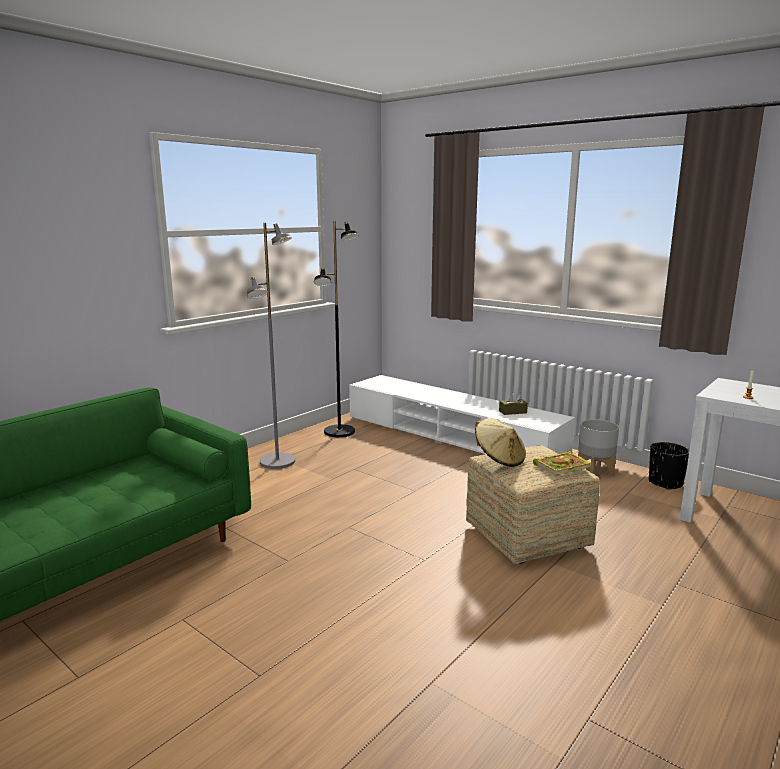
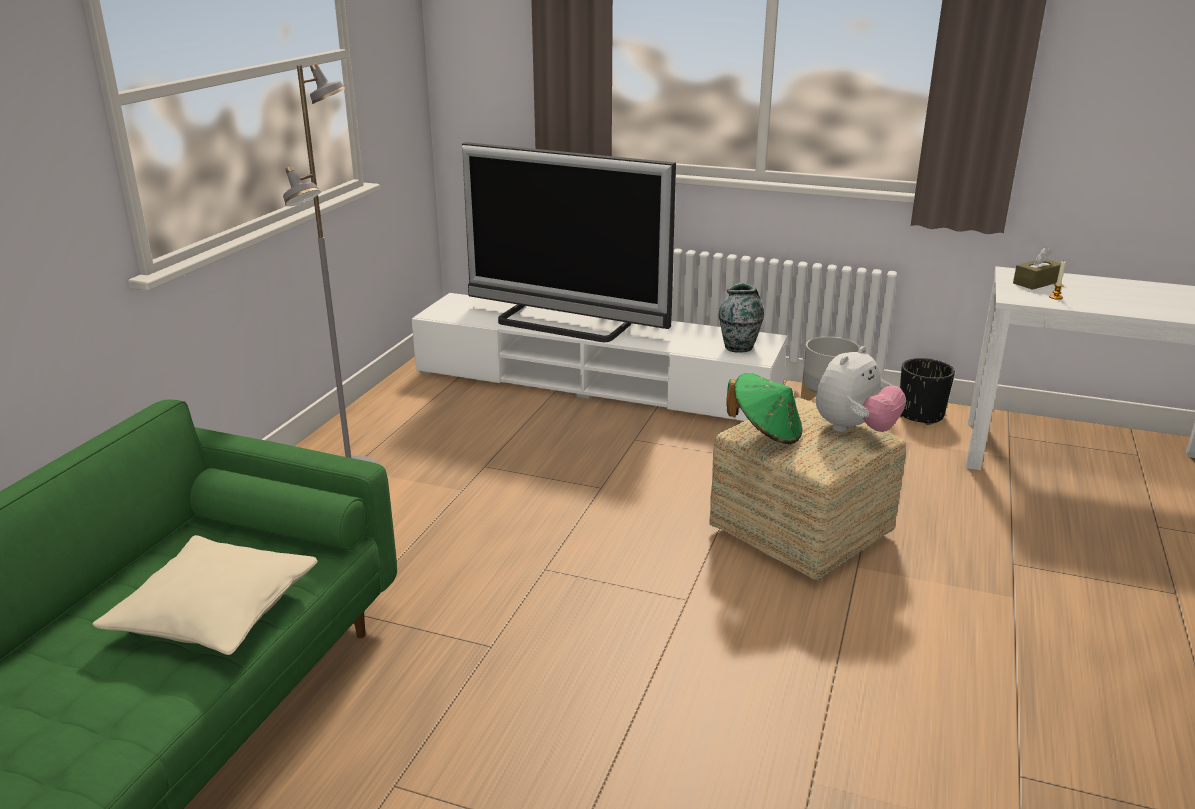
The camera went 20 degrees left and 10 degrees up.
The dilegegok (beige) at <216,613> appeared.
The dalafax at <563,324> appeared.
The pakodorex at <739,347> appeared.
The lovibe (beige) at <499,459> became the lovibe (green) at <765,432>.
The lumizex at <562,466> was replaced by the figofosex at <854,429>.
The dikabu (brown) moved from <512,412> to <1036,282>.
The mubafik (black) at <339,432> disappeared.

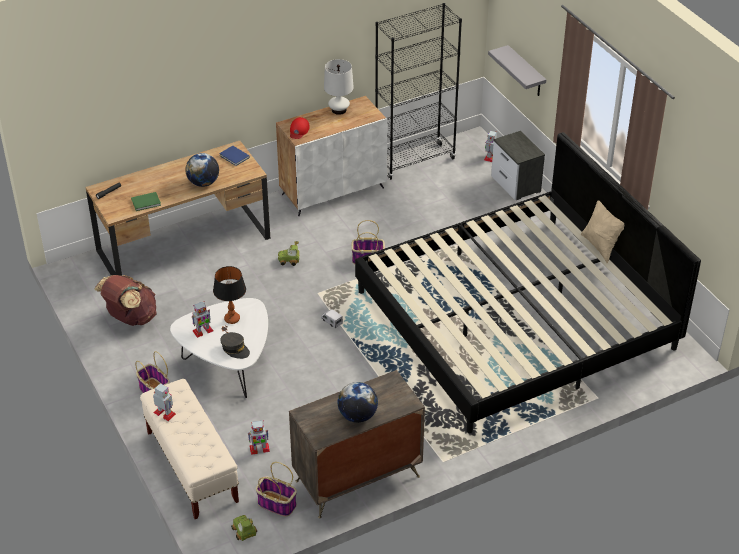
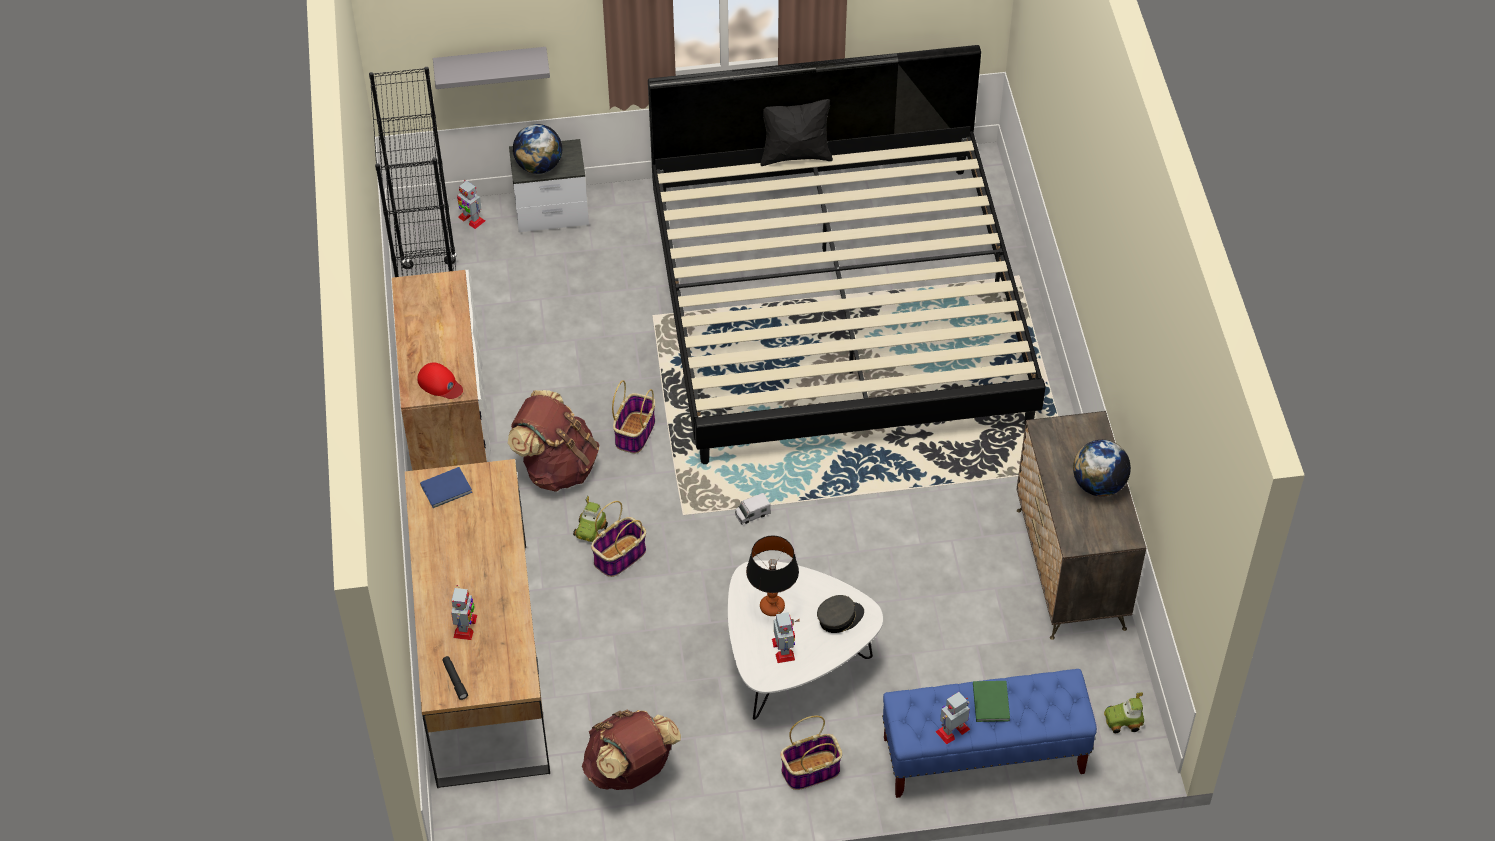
The camera went 70 degrees left and 10 degrees up.
The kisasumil moved from <259,449> to <465,627>.
The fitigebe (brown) at <557,467> appeared.
The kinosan moved from <203,183> to <539,166>.
The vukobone moved from <276,504> to <619,557>.
The dilegegok (beige) at <600,246> became the dilegegok (black) at <795,155>.
The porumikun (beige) at <192,466> became the porumikun (blue) at <983,756>.
The lumizex (green) moved from <147,202> to <991,701>.
The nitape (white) at <339,110> disappeared.

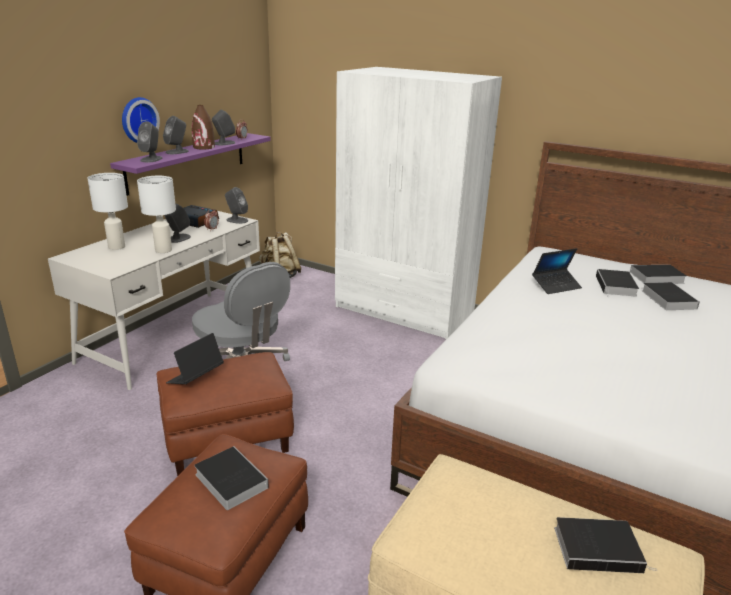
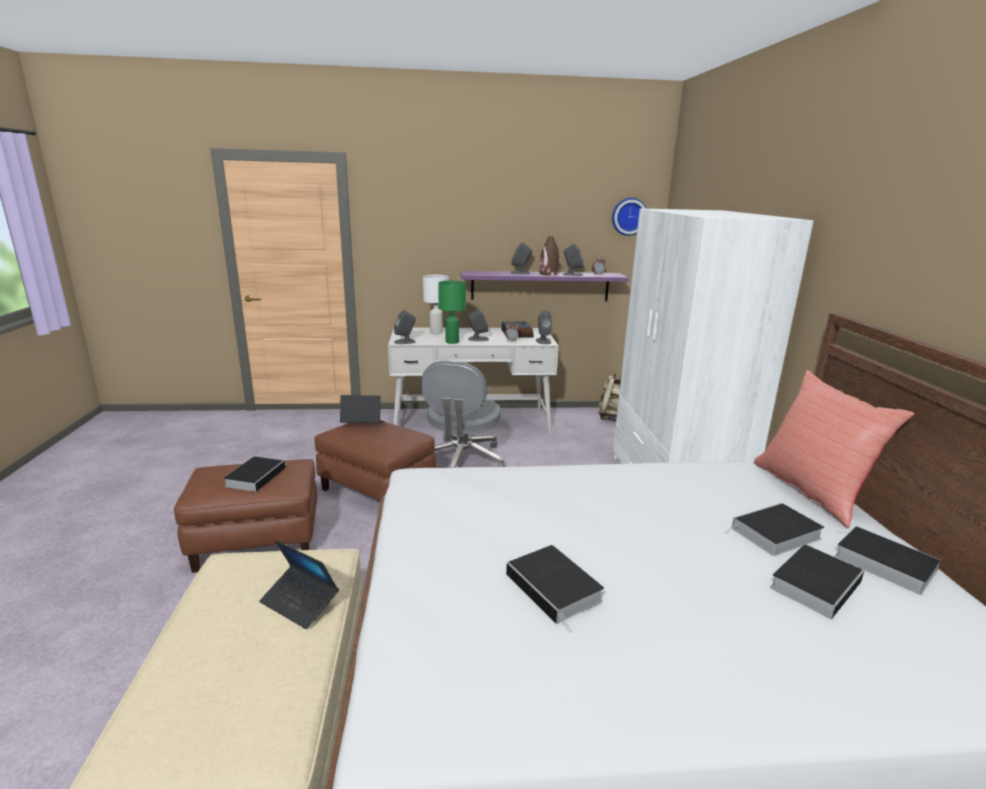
The camera went 55 degrees right and 5 degrees down.
The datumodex moved from <556,286> to <300,602>.
The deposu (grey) moved from <151,159> to <405,342>.
The nitape (white) at <163,250> became the nitape (green) at <452,341>.
The lumizex moved from <599,549> to <555,589>.
The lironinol moved from <138,120> to <628,216>.
The dilegegok (red) at <811,490> appeared.

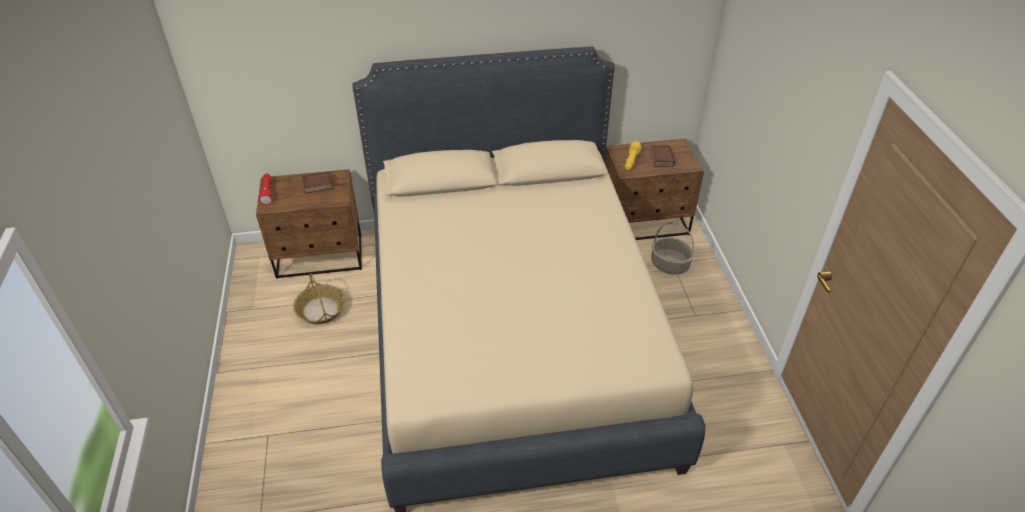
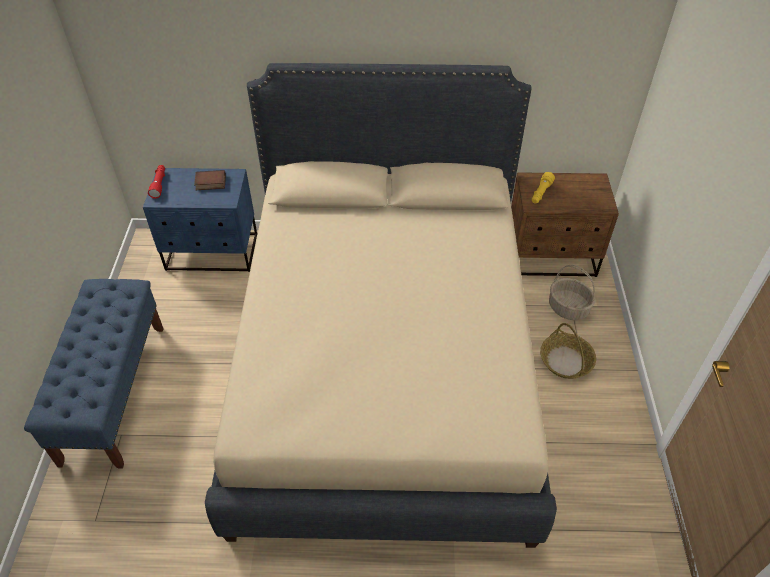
The camera went 10 degrees right and 5 degrees up.
The porumikun (blue) at <114,392> appeared.
The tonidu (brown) at <320,257> became the tonidu (blue) at <212,253>.
The vukobone moved from <321,310> to <566,361>.
The lumizex at <660,158> disappeared.

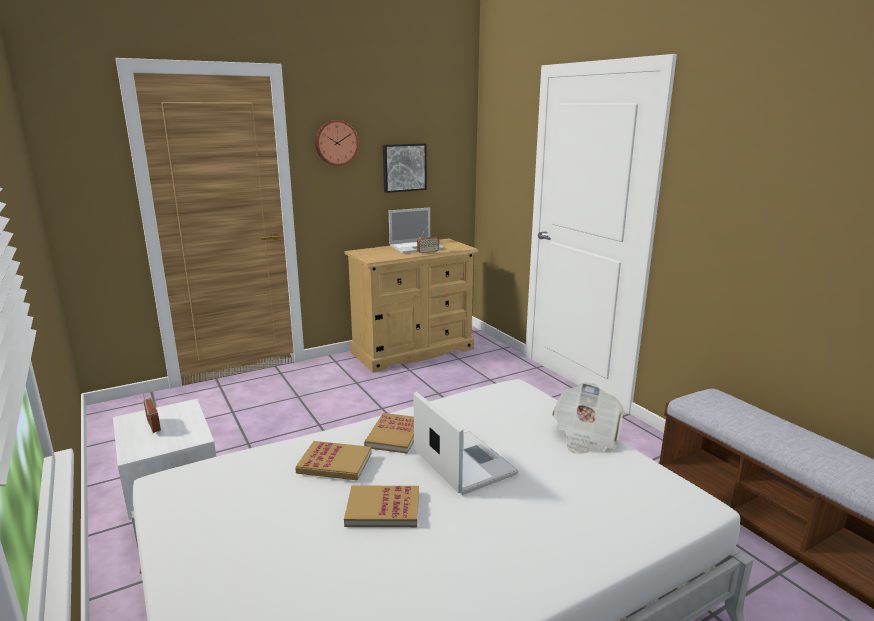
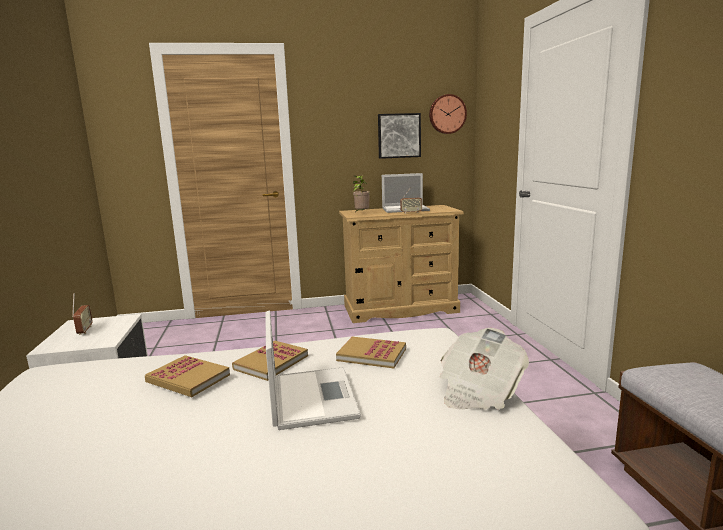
The camera went 20 degrees right and 5 degrees down.
The lumizex moved from <383,509> to <372,354>.
The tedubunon at <361,214> appeared.
The lironinol moved from <336,142> to <447,114>.

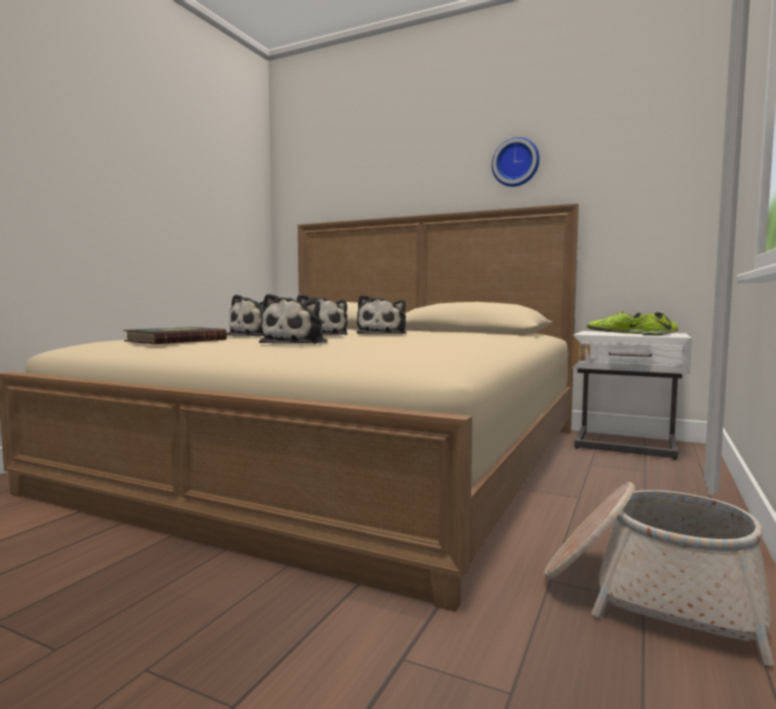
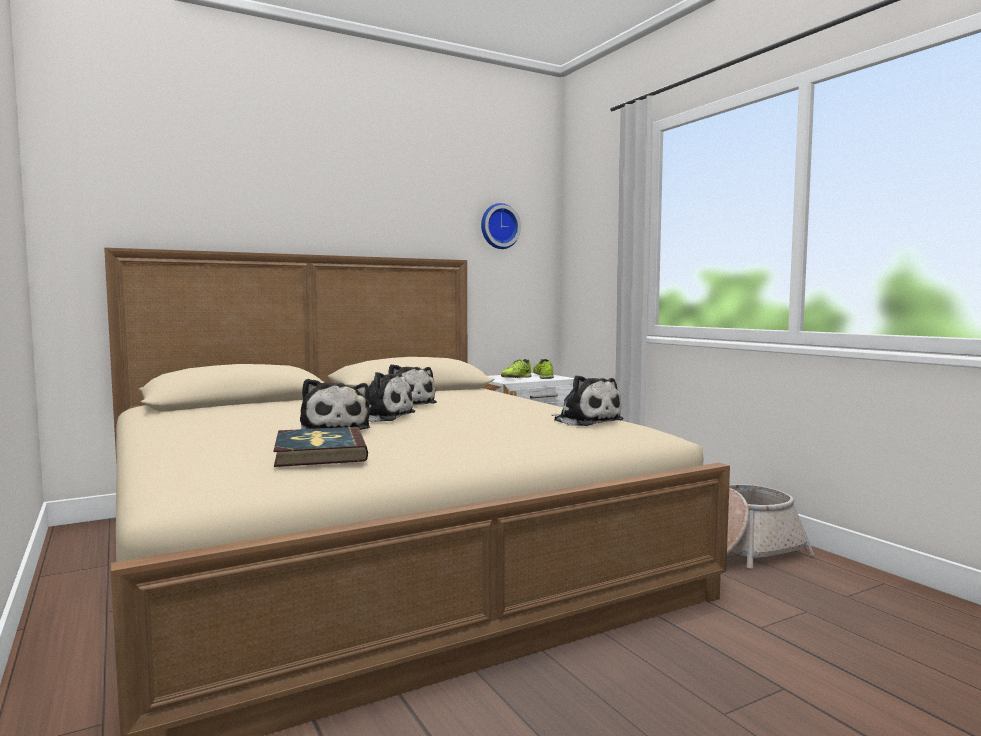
The camera went 55 degrees left and 0 degrees up.
The lironinol moved from <516,163> to <499,226>.
The figofosex moved from <297,343> to <585,421>.

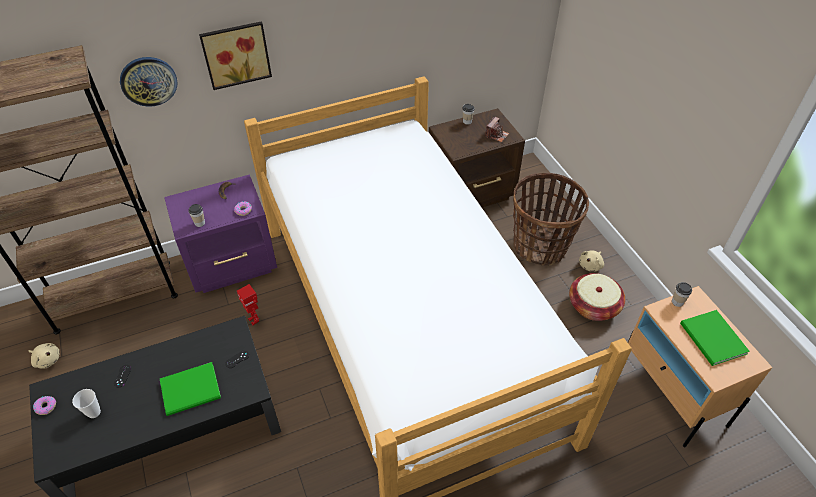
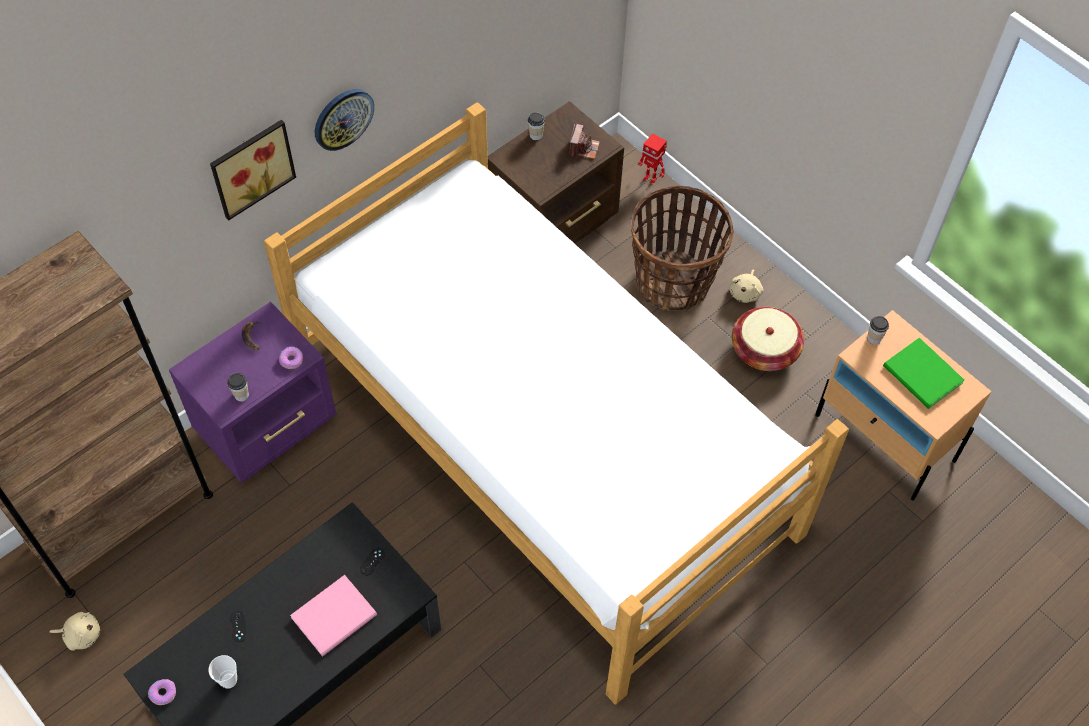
The camera went 20 degrees left and 10 degrees up.
The lumizex (green) at <192,390> became the lumizex (pink) at <337,616>.
The lironinol moved from <148,81> to <343,118>.
The kisasumil moved from <254,320> to <650,178>.

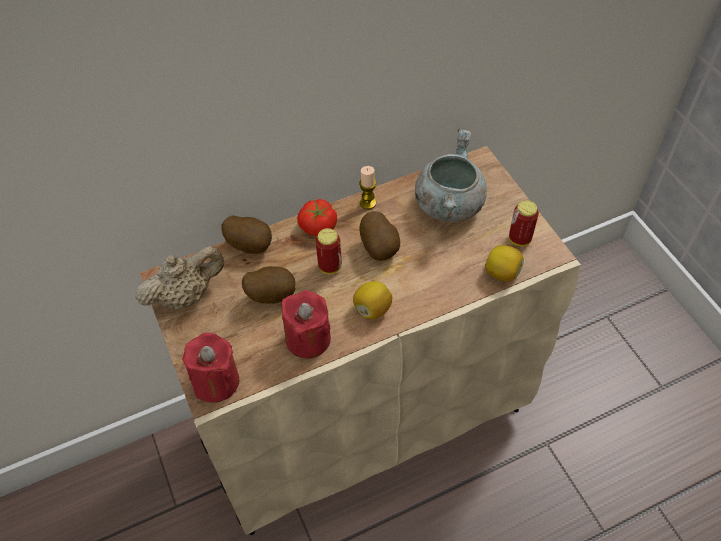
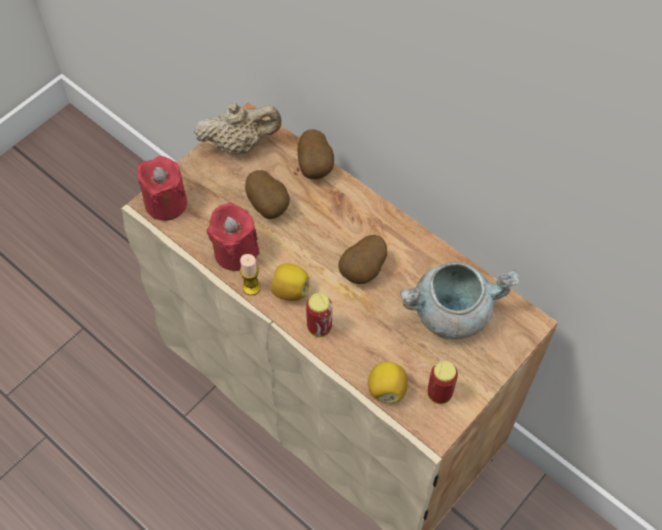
The camera went 65 degrees right and 5 degrees up.
The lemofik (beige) at <186,295> turned 45 degrees counterclockwise.
The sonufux moved from <368,203> to <251,287>.
The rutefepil moved from <330,266> to <319,327>.
The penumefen at <318,227> disappeared.

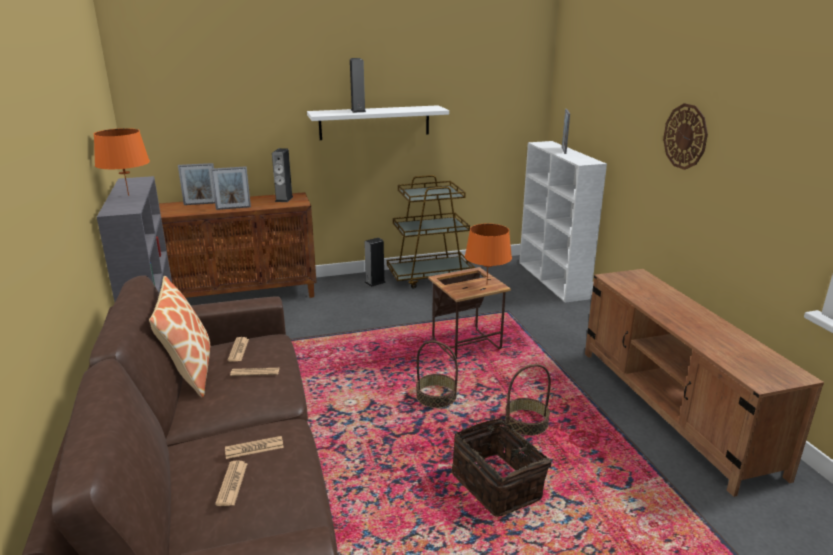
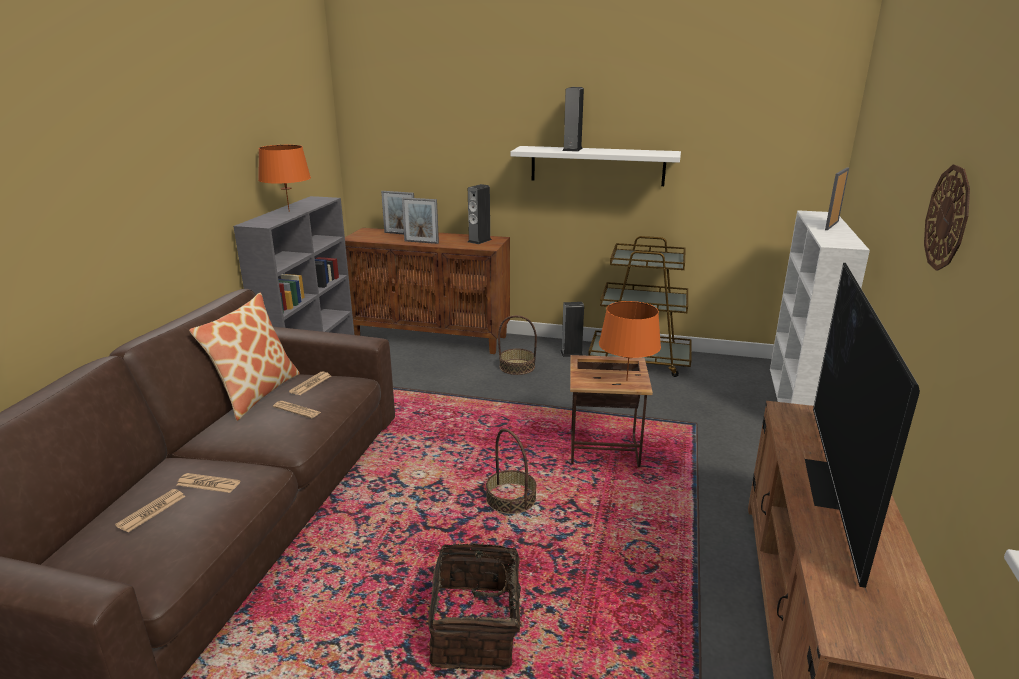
The camera went 30 degrees right and 0 degrees up.
The vukobone moved from <526,423> to <517,367>.
The dalafax at <834,485> appeared.

